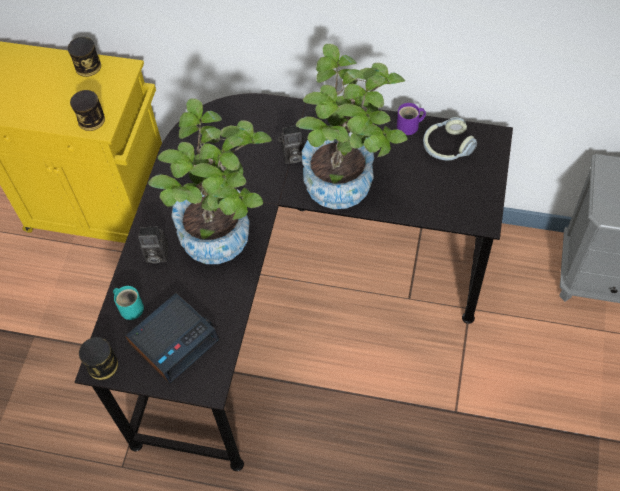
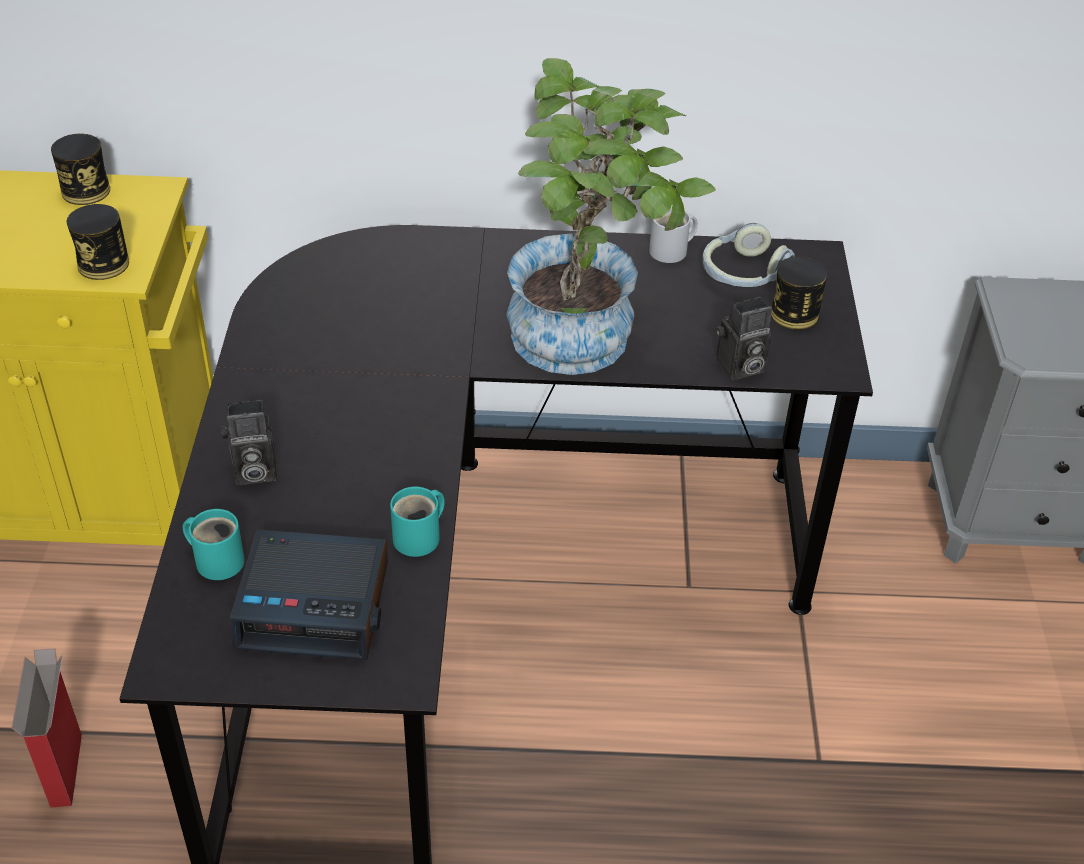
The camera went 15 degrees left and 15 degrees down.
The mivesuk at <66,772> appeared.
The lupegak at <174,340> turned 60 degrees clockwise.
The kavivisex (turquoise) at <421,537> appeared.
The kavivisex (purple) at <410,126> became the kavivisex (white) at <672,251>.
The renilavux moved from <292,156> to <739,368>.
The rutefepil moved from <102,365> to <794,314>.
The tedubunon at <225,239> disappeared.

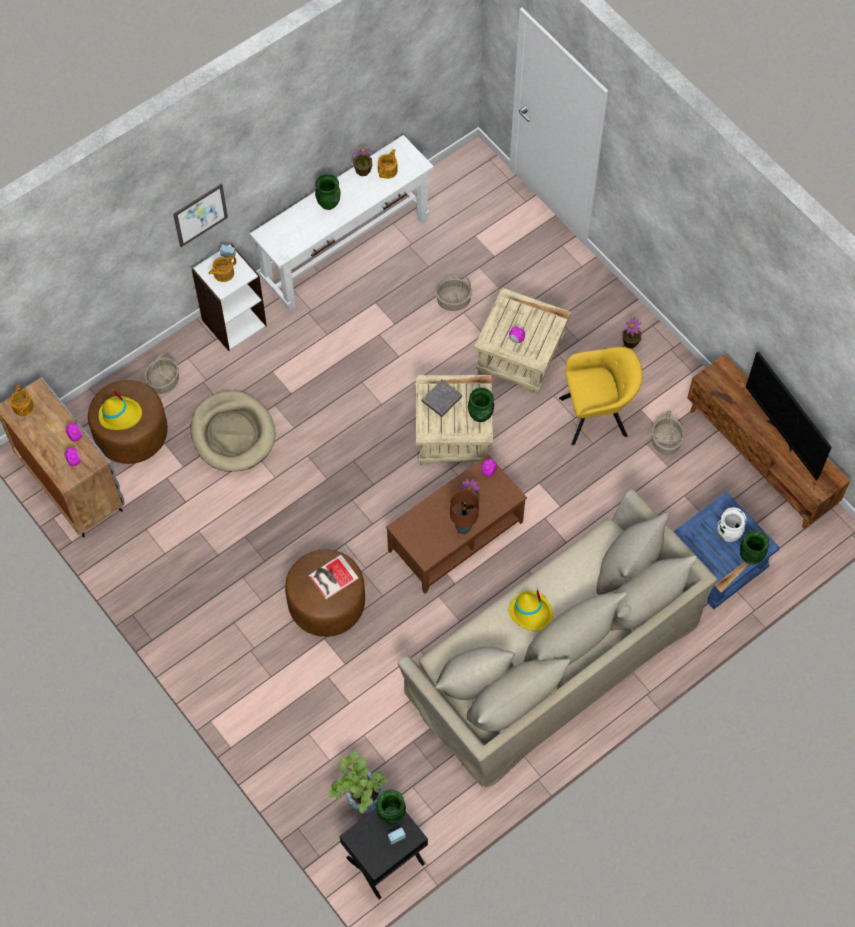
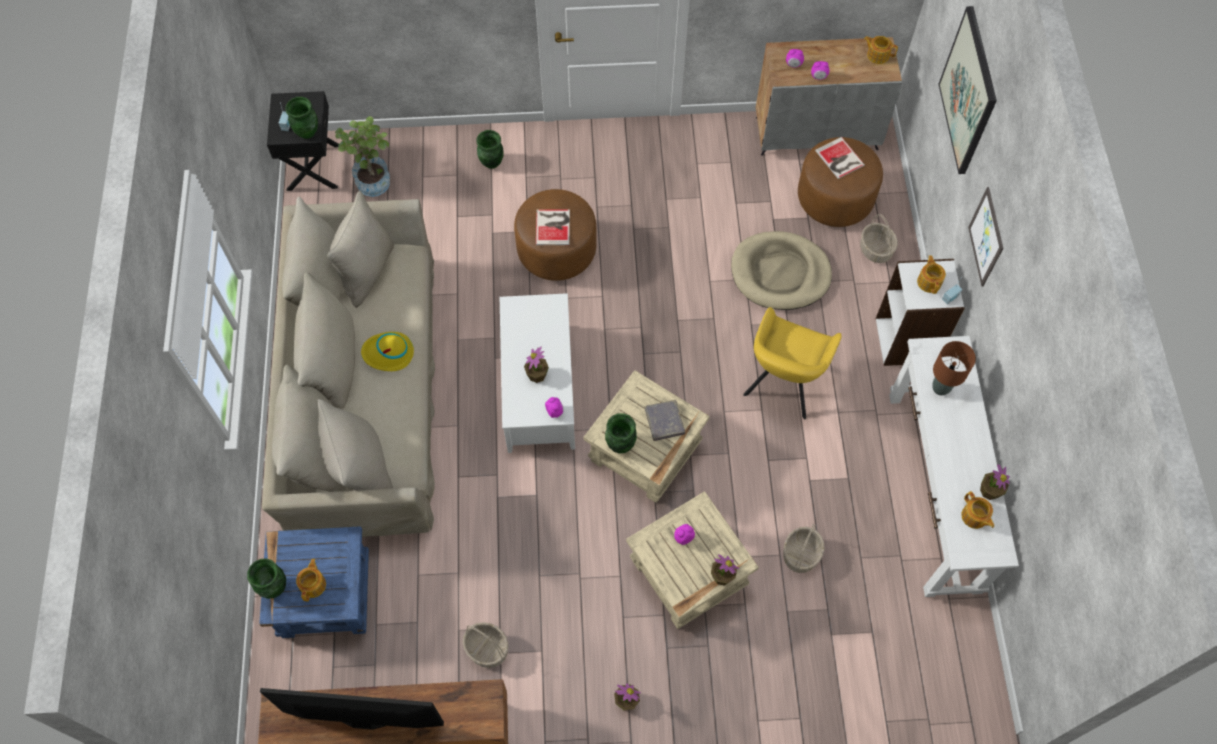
The camera went 125 degrees right and 0 degrees up.
The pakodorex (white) at <728,534> was replaced by the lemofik at <313,584>.
The pakodorex (green) moved from <329,203> to <491,162>.
The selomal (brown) at <456,537> became the selomal (white) at <537,387>.
The tedubunon at <722,576> appeared.
The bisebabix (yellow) moved from <597,416> to <783,384>.
The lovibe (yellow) at <120,415> was replaced by the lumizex at <839,159>.
The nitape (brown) moved from <463,528> to <941,388>.
The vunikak at <969,91> appeared.

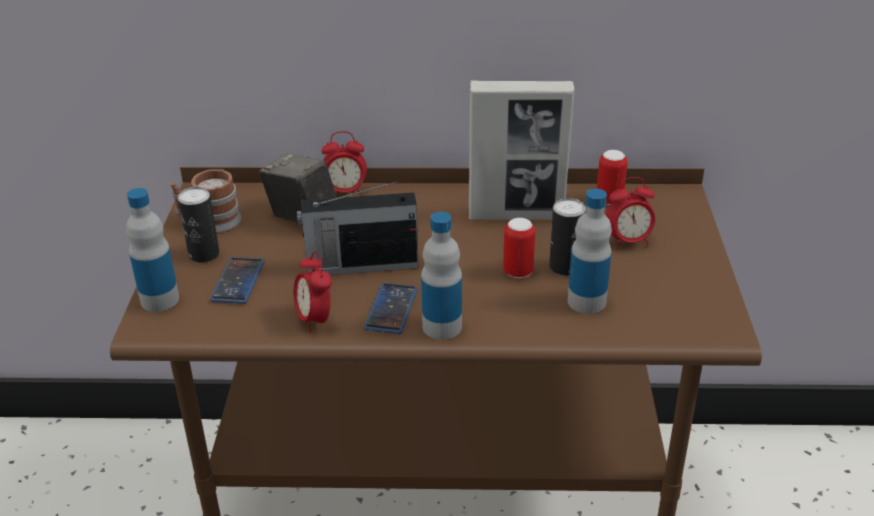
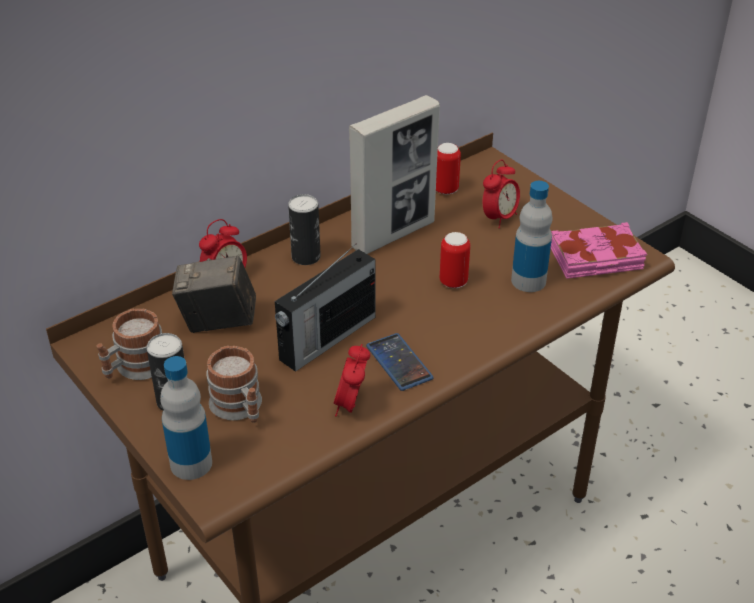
The camera went 40 degrees left and 5 degrees up.
The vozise at <238,281> was replaced by the kavivisex at <240,408>.
The rutefepil moved from <564,267> to <306,257>.
The lupegak at <315,320> turned 75 degrees clockwise.
The lumizex (pink) at <596,258> appeared.
The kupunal at <442,326> disappeared.

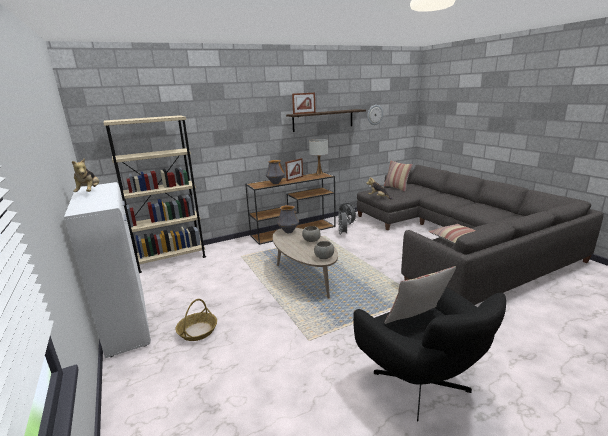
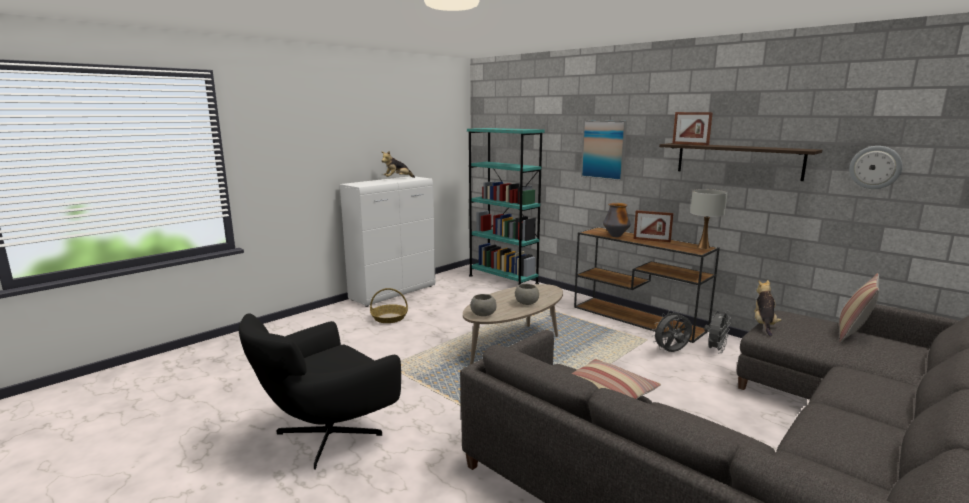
The camera went 70 degrees right and 5 degrees down.
The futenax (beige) at <171,259> became the futenax (turquoise) at <503,279>.
The vunikak at <604,149> appeared.
The pakodorex at <288,232> disappeared.
The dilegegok at <417,320> disappeared.

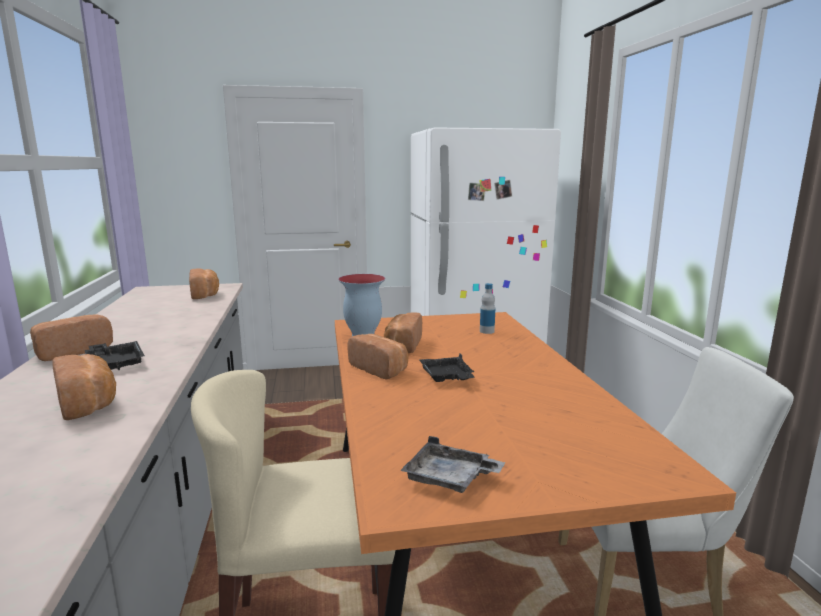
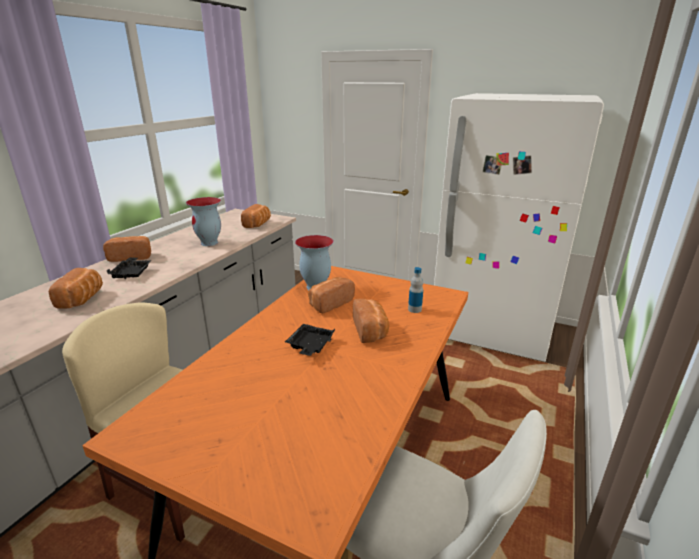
The camera went 35 degrees right and 10 degrees up.
The pakodorex at <209,243> appeared.
The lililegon moved from <380,369> to <371,331>.
The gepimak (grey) at <450,478> disappeared.

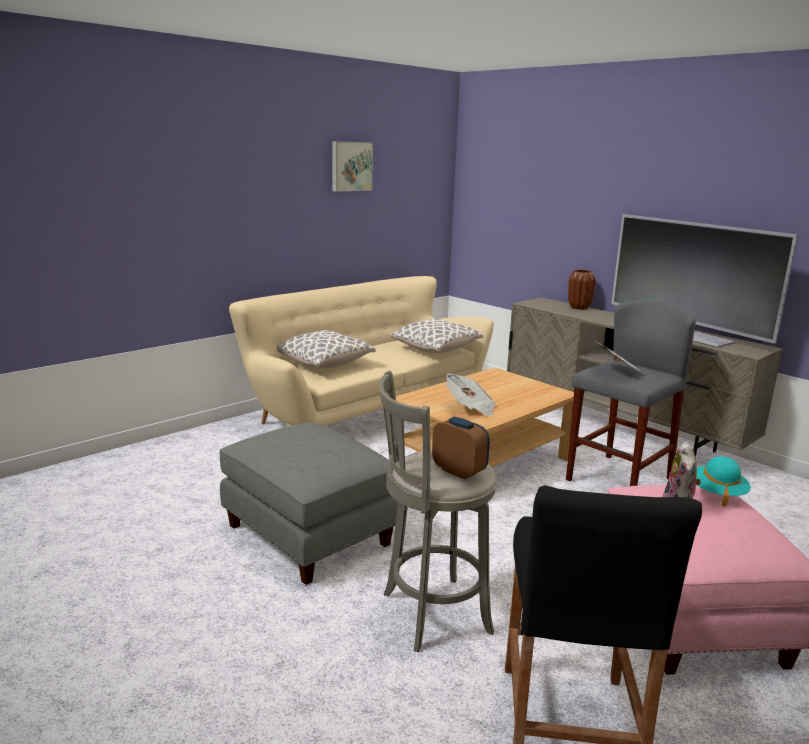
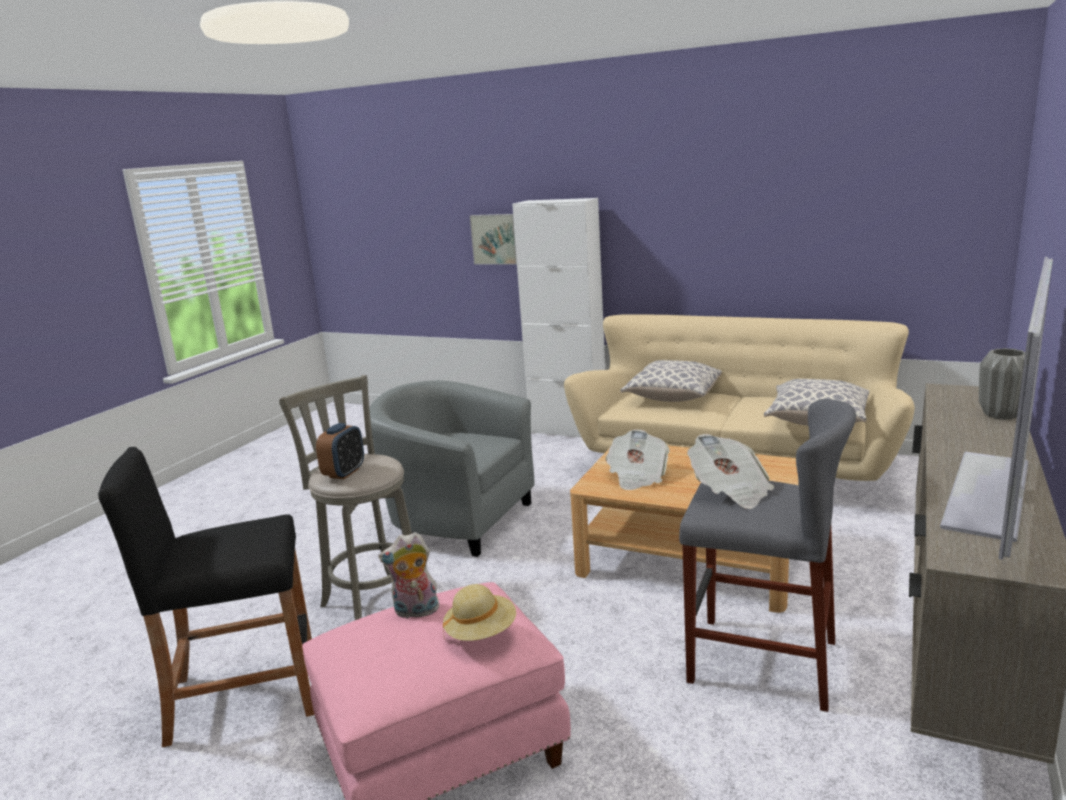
The camera went 70 degrees right and 0 degrees up.
The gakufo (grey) at <307,535> was replaced by the bisebabix (grey) at <456,520>.
The lovibe (turquoise) at <717,493> became the lovibe (beige) at <481,633>.
The vunikak moved from <351,166> to <496,239>.
The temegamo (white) at <568,430> appeared.
The pakodorex (brown) at <579,308> became the pakodorex (grey) at <1000,415>.

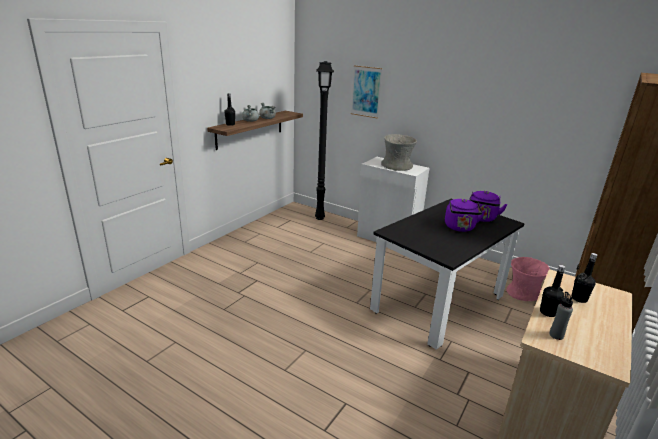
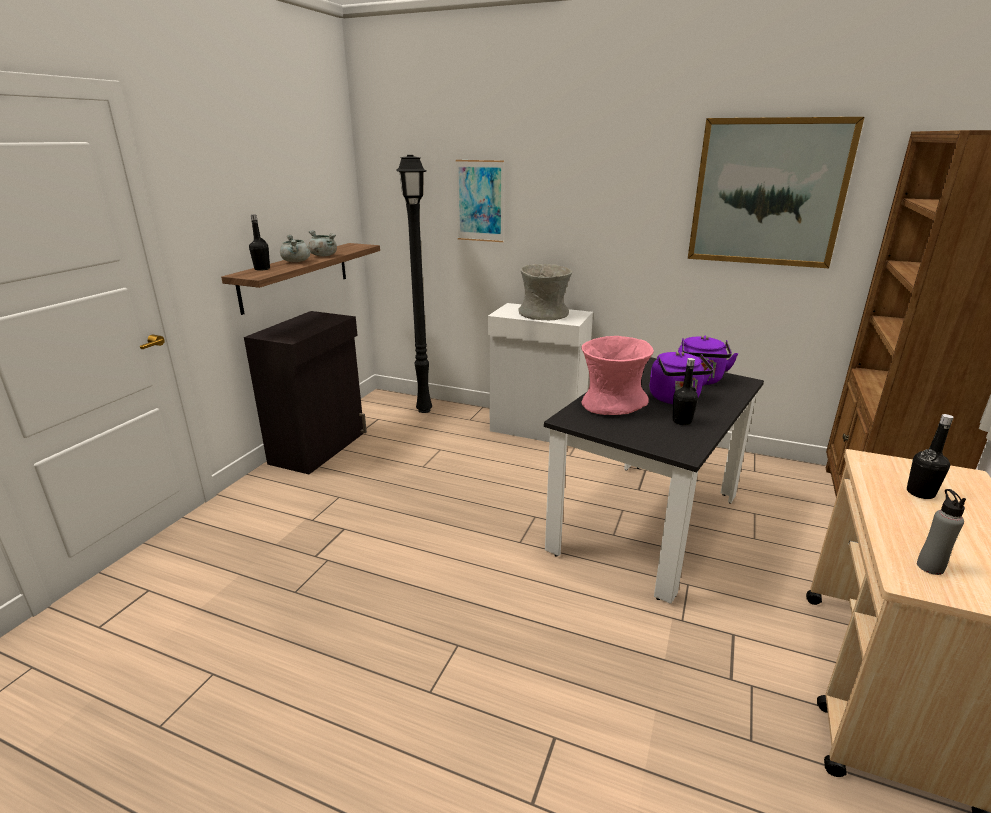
The camera went 10 degrees left and 0 degrees up.
The temegamo (black) at <320,447> appeared.
The pakodorex (pink) moved from <523,293> to <612,404>.
The kupunal (black) moved from <547,312> to <682,421>.
The vunikak at <768,193> appeared.

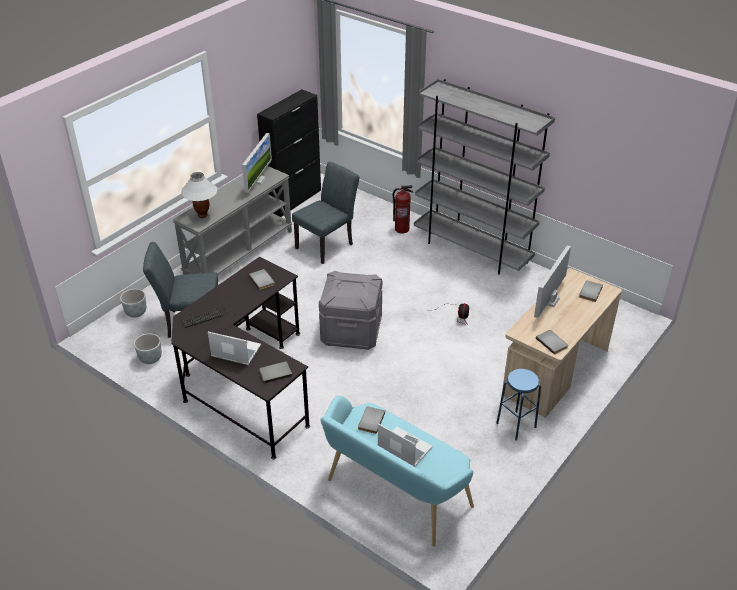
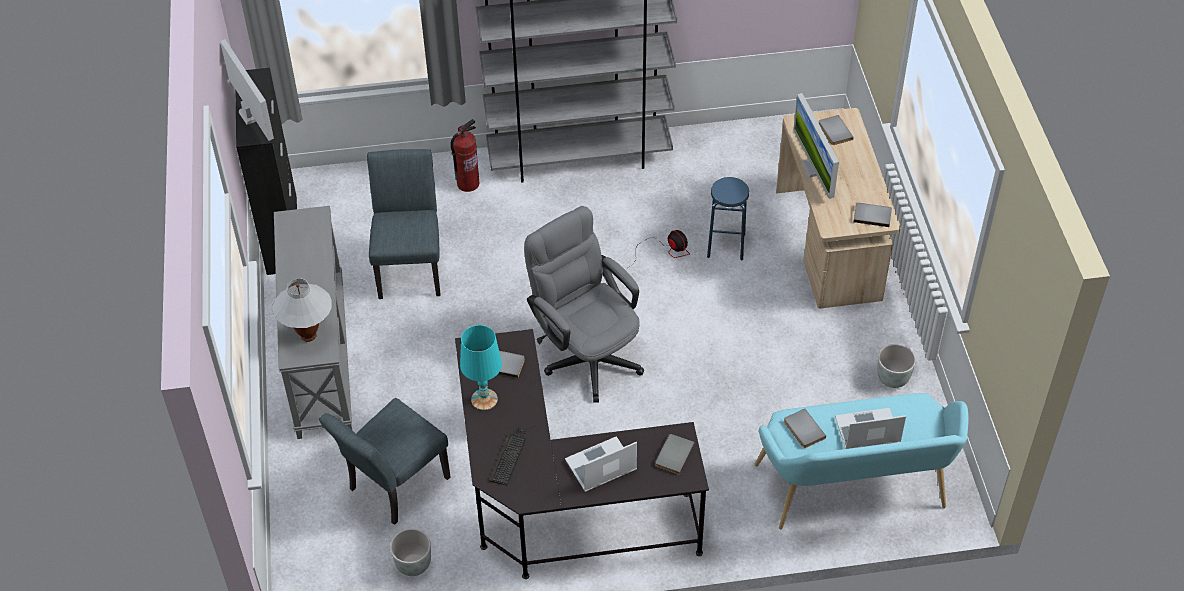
The camera went 45 degrees left and 10 degrees up.
The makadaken moved from <258,180> to <251,115>.
The nitape (turquoise) at <484,399> appeared.
The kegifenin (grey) at <352,332> was replaced by the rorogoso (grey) at <586,354>.
The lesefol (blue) moved from <516,425> to <726,245>.
The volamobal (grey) moved from <136,313> to <892,379>.

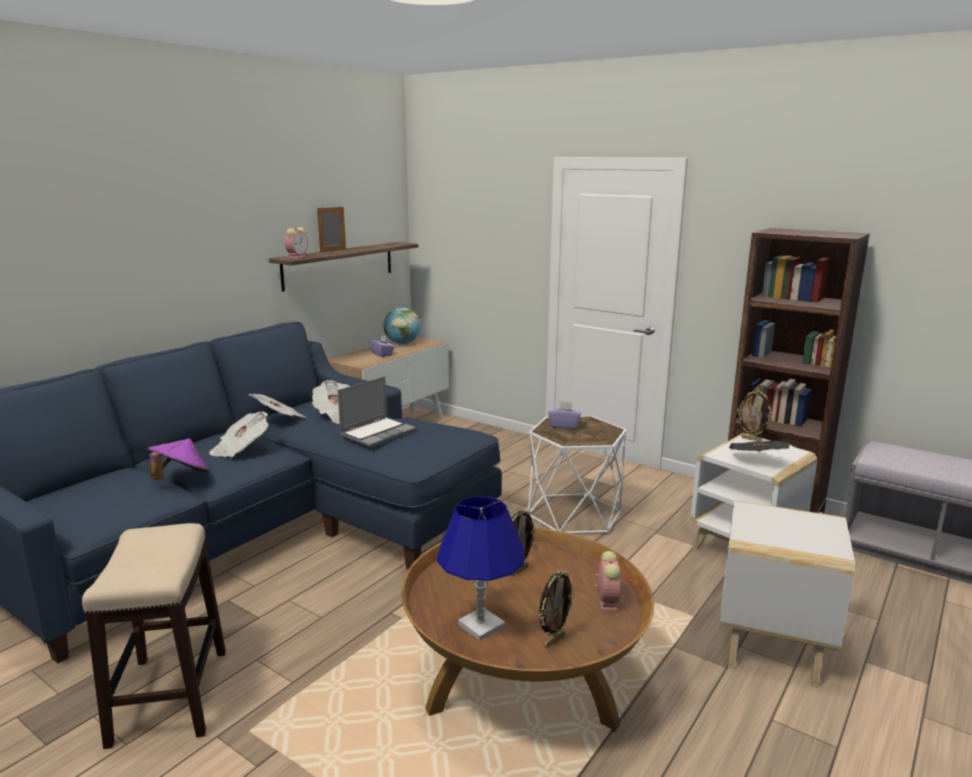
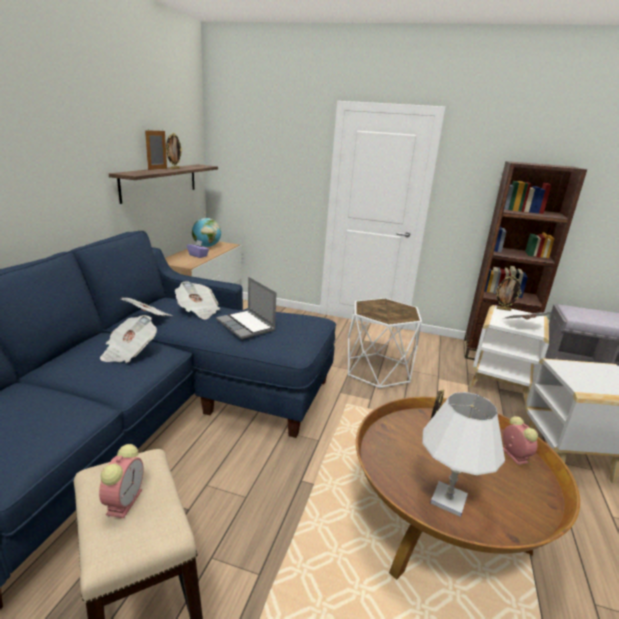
The camera went 20 degrees left and 5 degrees up.
The lupegak moved from <297,257> to <125,500>.
The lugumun moved from <554,640> to <174,169>.
The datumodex at <378,433> turned 120 degrees clockwise.
The nitape (blue) at <481,625> became the nitape (white) at <448,499>.
The lovibe (purple) at <181,478> disappeared.
The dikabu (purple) at <564,425> disappeared.

